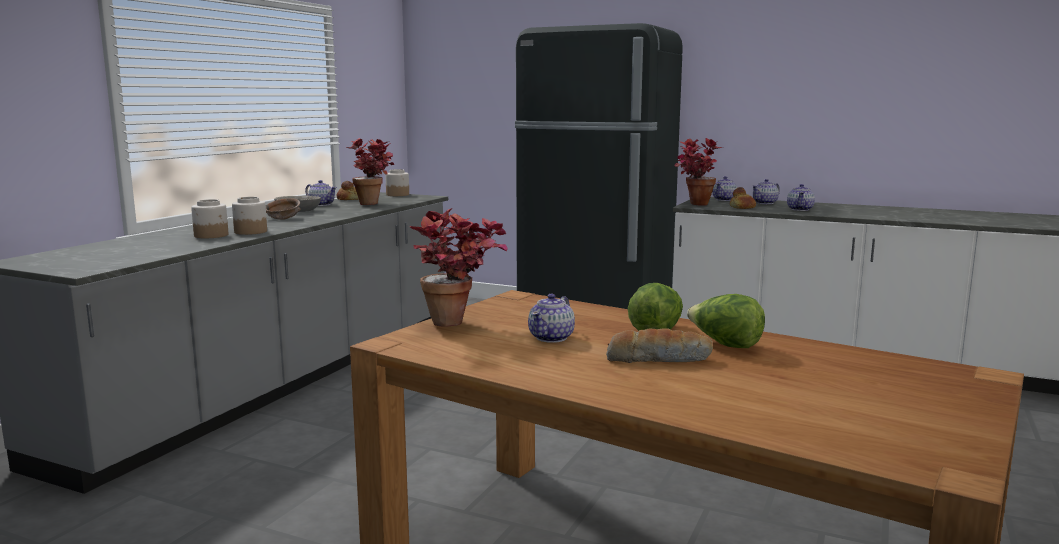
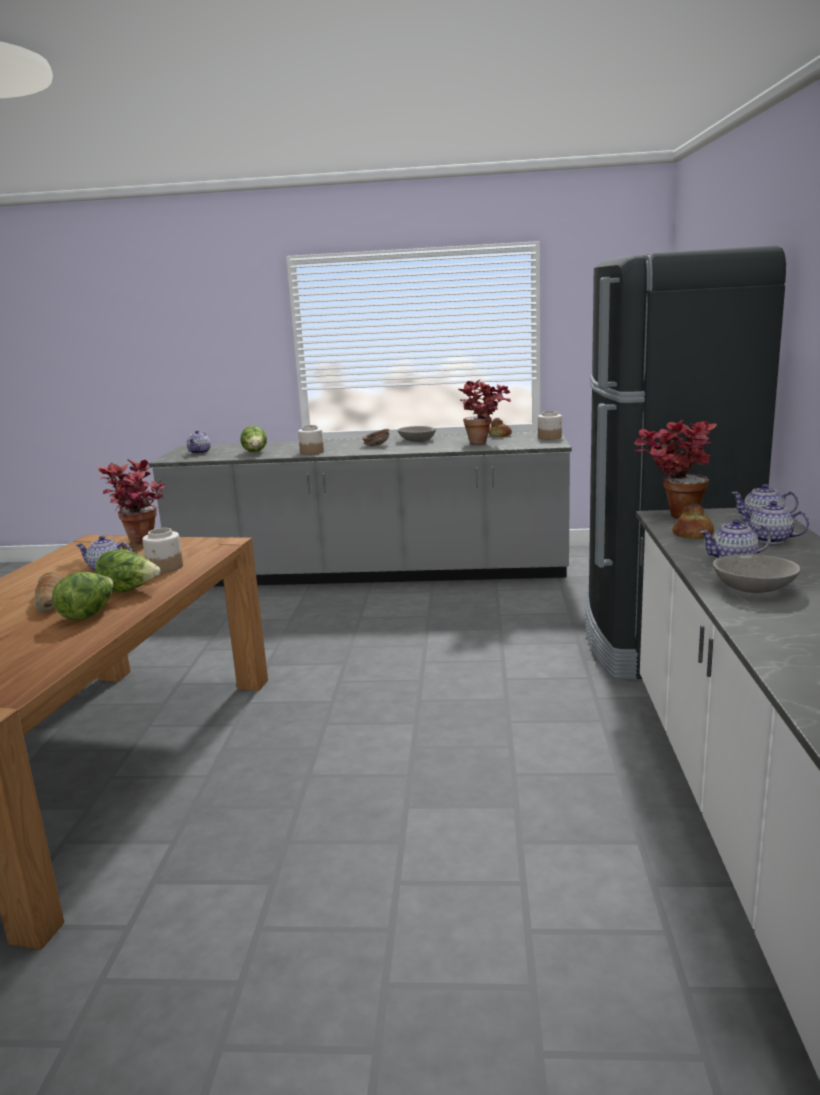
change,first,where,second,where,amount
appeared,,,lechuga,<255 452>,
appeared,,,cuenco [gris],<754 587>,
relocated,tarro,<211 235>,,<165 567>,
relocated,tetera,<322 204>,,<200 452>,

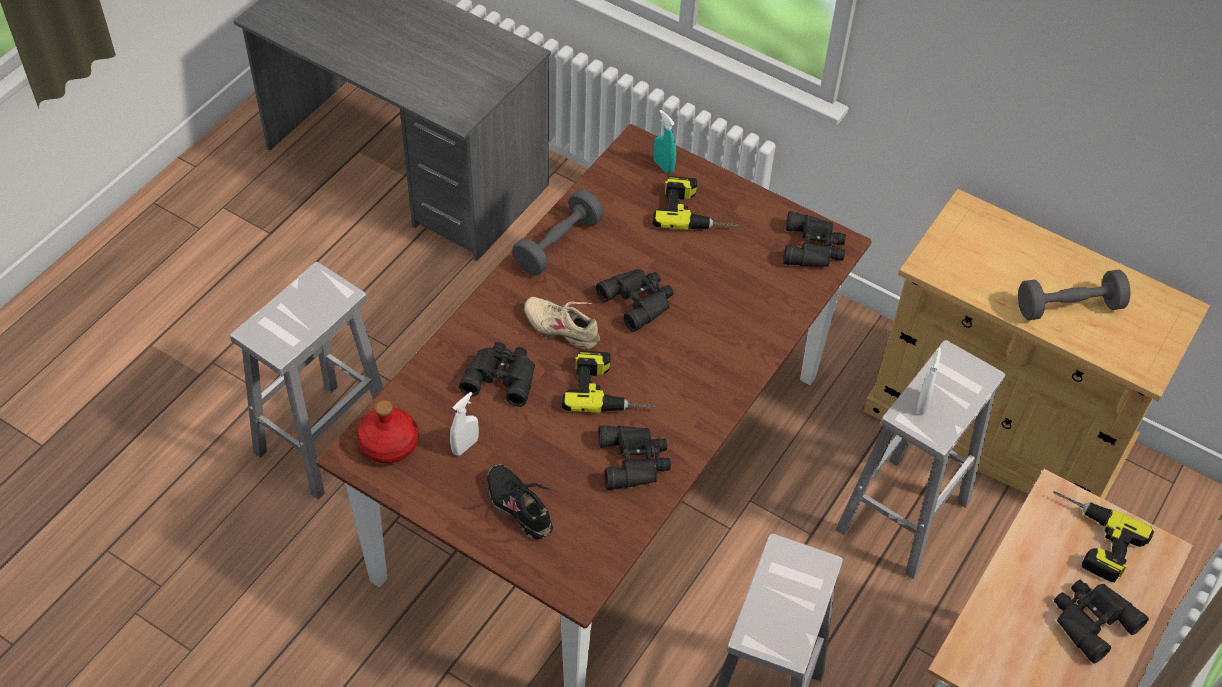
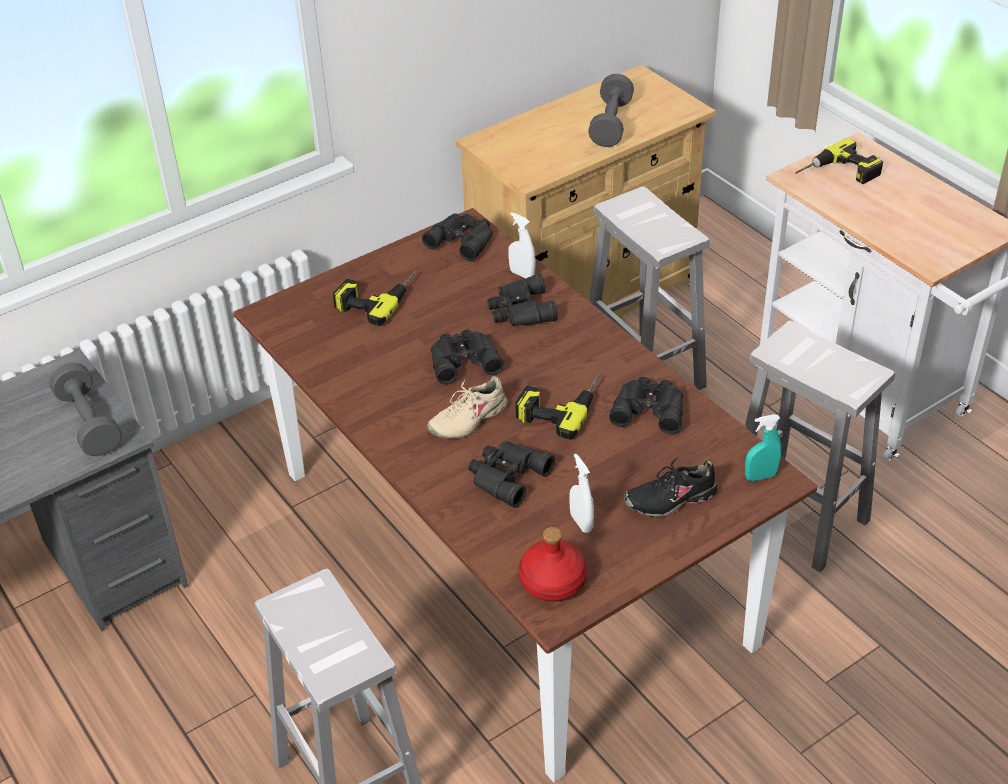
change,first,where,second,where,amount
relocated,mancuerna [gris],<558 244>,,<89 423>,
relocated,pulverizador [turquesa],<663 166>,,<760 476>,
relocated,pulverizador [blanco],<922 403>,,<522 274>,
relocated,prismáticos [negro],<1090 620>,,<520 310>,

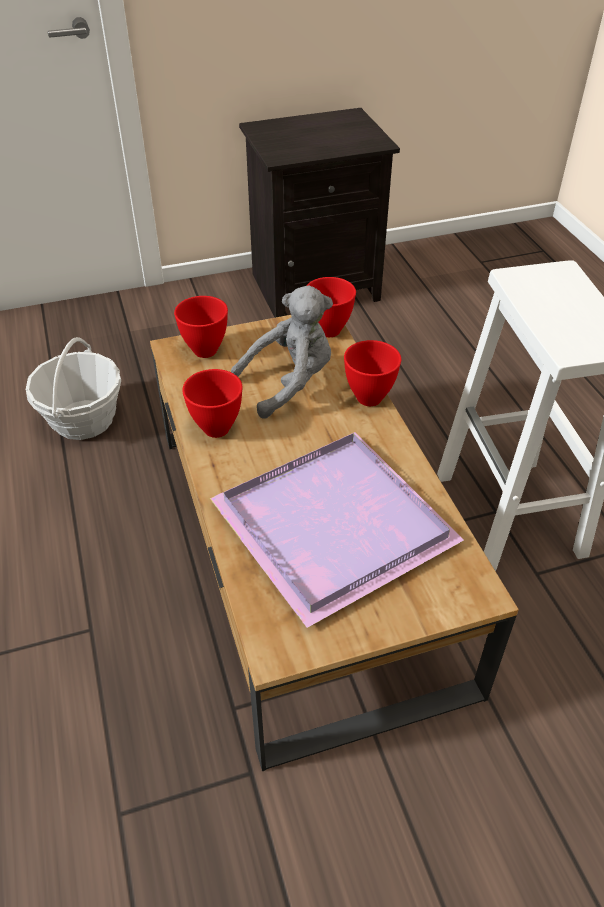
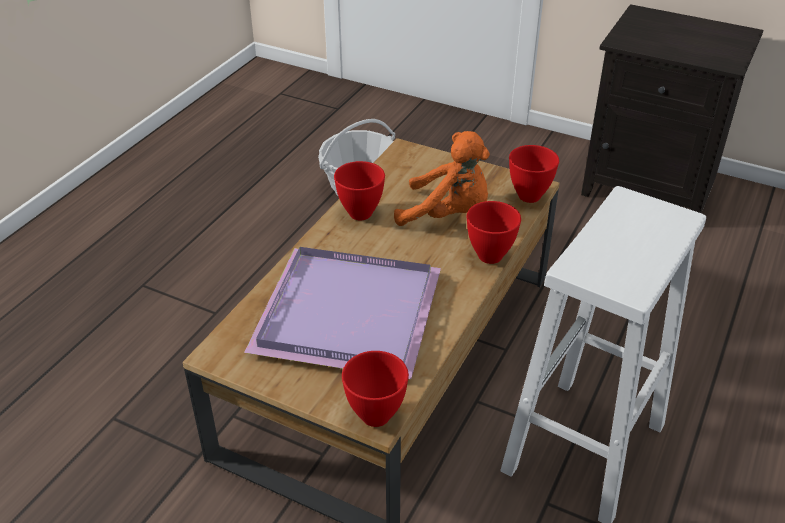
change,first,where,second,where,amount
relocated,cuenco [rojo],<206 350>,,<377 416>,
colour,peluche [gris],<289 383>,peluche [naranja],<448 214>,

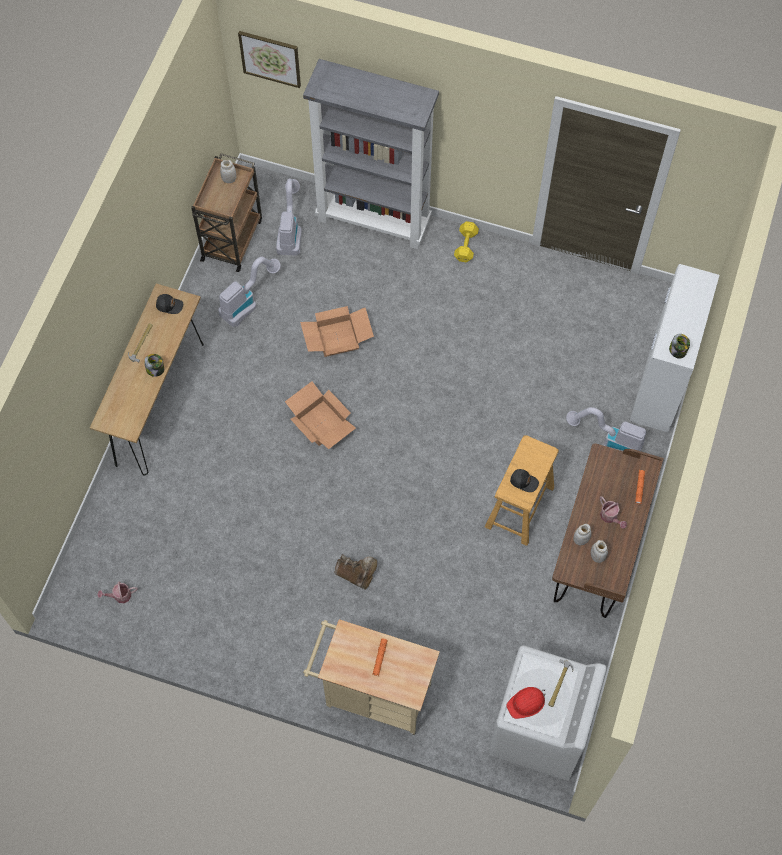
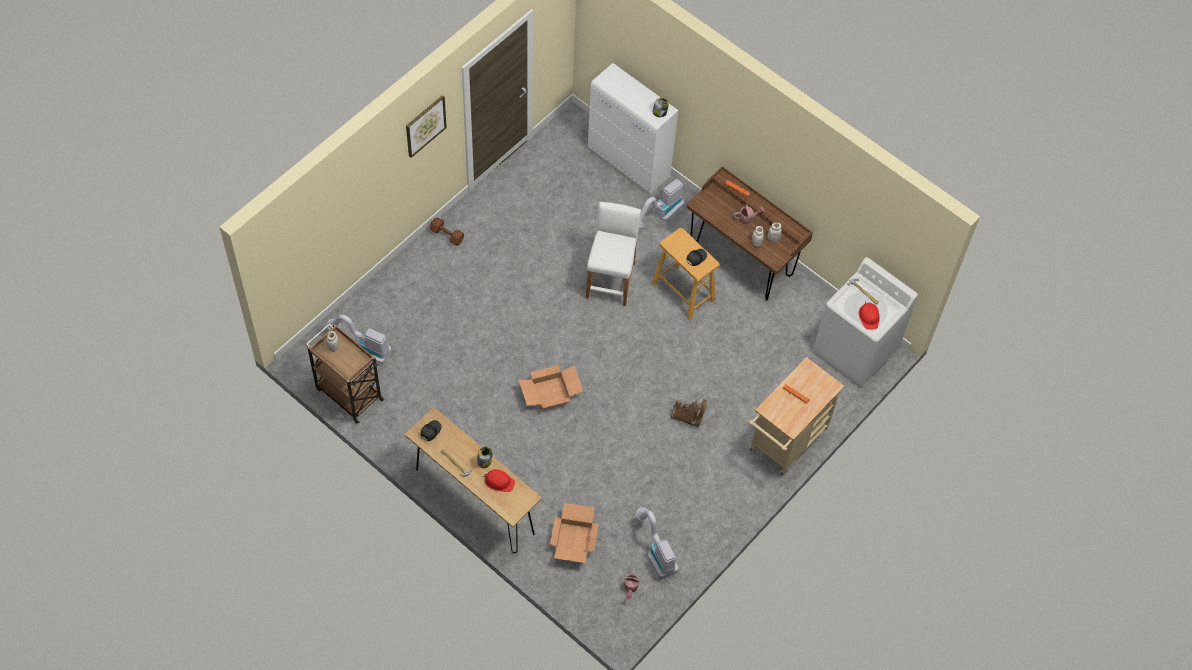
change,first,where,second,where,amount
missing,estantería [gris],<374 220>,,,
appeared,,,casco [rojo],<499 481>,
appeared,,,taburete [blanco],<611 280>,
relocated,aspiradora,<247 302>,,<656 553>,
relocated,cuadro,<270 58>,,<425 125>,
relocated,caja de cartón,<337 339>,,<574 540>,
colour,mancuerna [amarillo],<466 245>,mancuerna [marrón],<446 234>,
spun,bota [marrón],<356 575>,,<688 418>,60 degrees clockwise

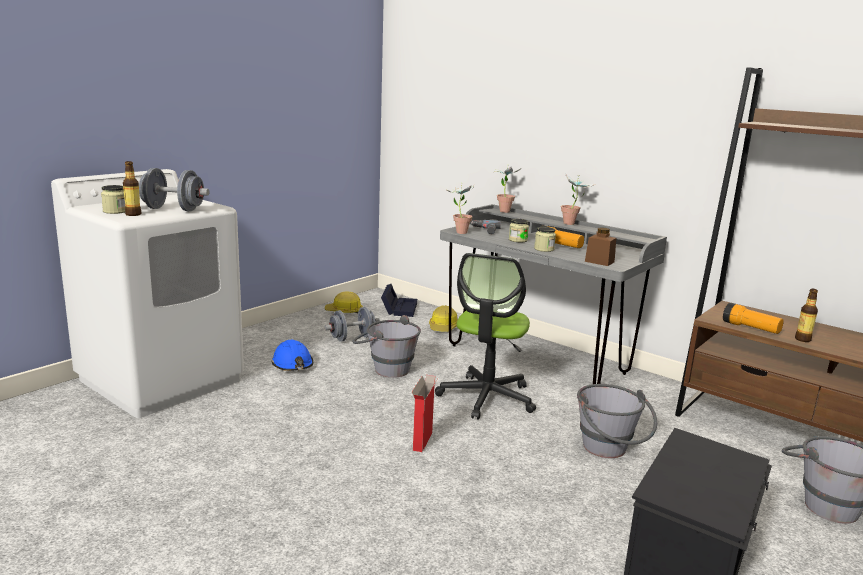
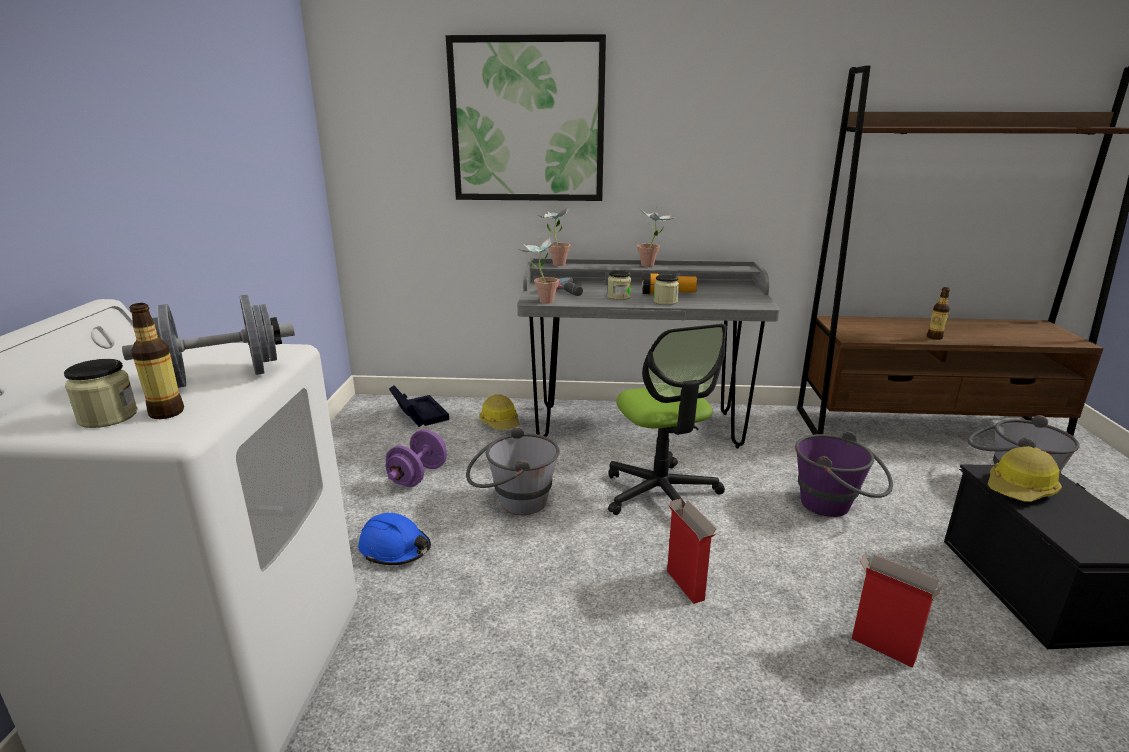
change,first,where,second,where,amount
missing,tarro [marrón],<599 261>,,,
missing,linterna,<750 328>,,,
appeared,,,cuadro,<527 121>,
appeared,,,caja de cartón,<881 648>,
relocated,casco,<344 311>,,<1020 489>,
colour,mancuerna [gris],<352 338>,mancuerna [morado],<418 476>,
colour,cubo [gris],<609 452>,cubo [morado],<835 507>,

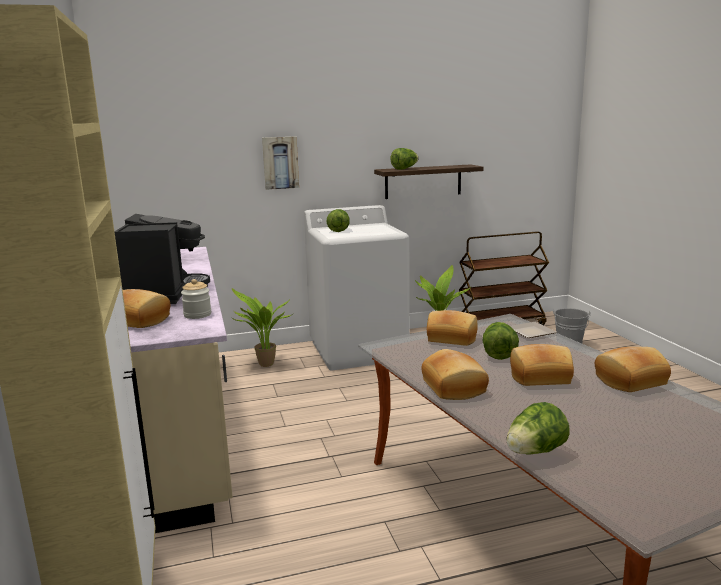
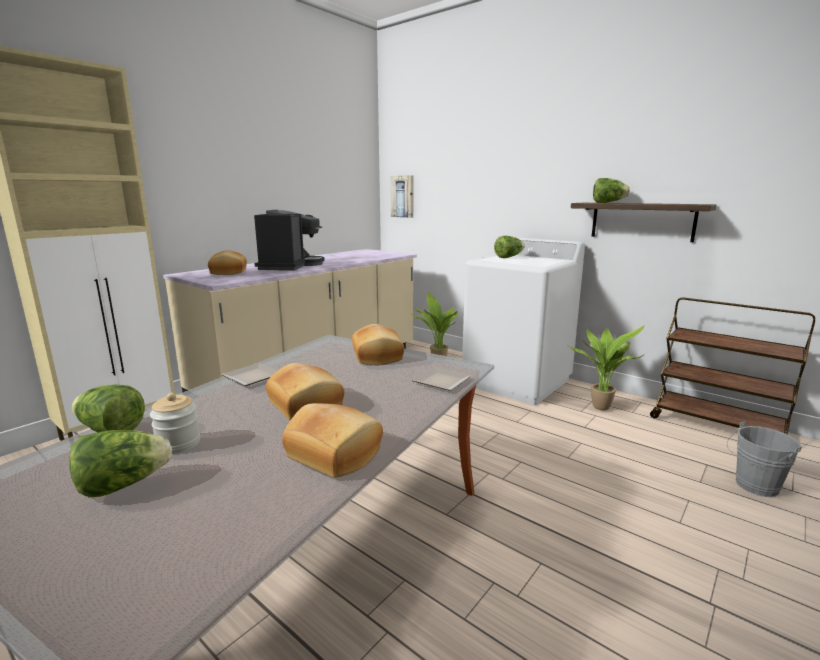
change,first,where,second,where,amount
relocated,tarro,<197 315>,,<178 444>,
relocated,cuadro,<280 162>,,<403 196>,
relocated,lechuga,<498 354>,,<123 485>,
exchanged,pan,<455 387>,plato,<252 378>,
spun,cafetera,<163 293>,,<289 266>,45 degrees counterclockwise

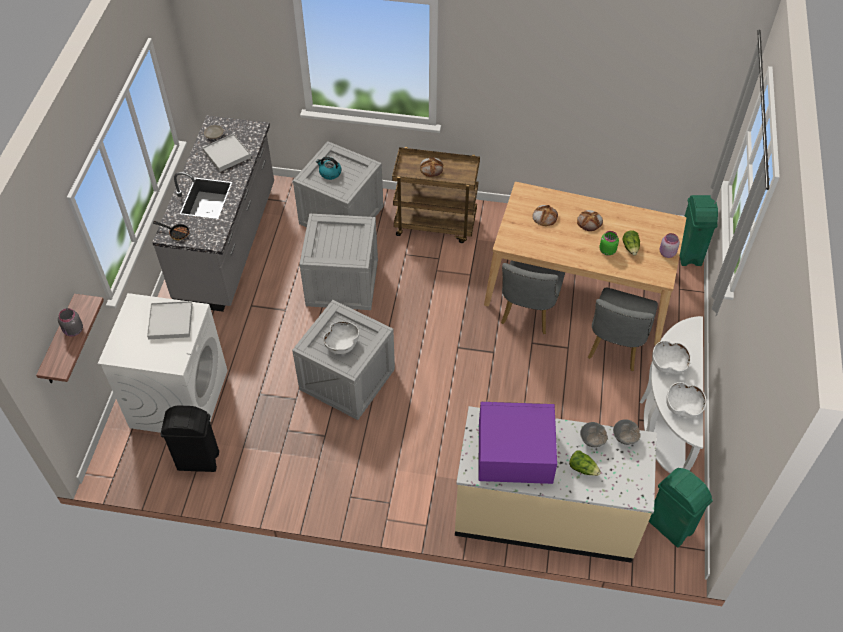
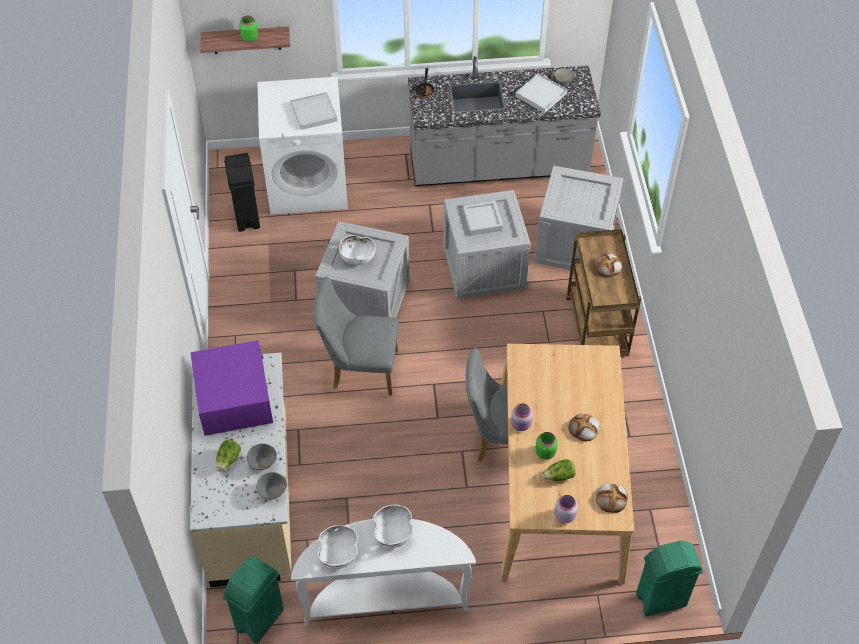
change,first,where,second,where,amount
missing,hervidor,<329 173>,,,
appeared,,,bandeja [gris],<482 220>,
appeared,,,tarro [rosa],<521 425>,
relocated,pan,<544 216>,,<611 499>,
relocated,silla [gris],<615 348>,,<359 370>,
colour,tarro [gris],<73 331>,tarro [verde],<249 38>,

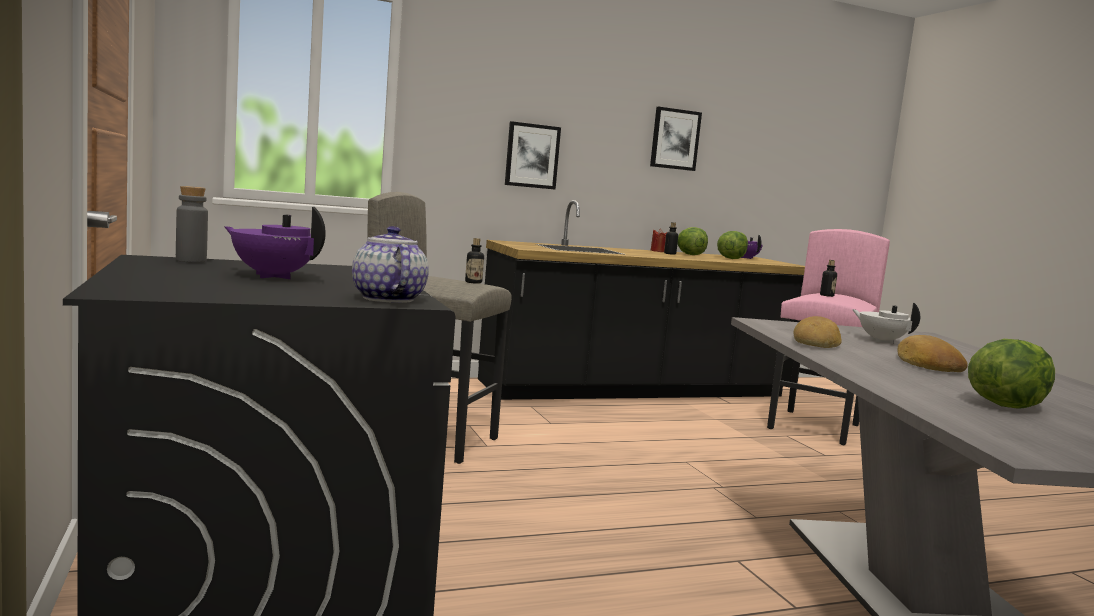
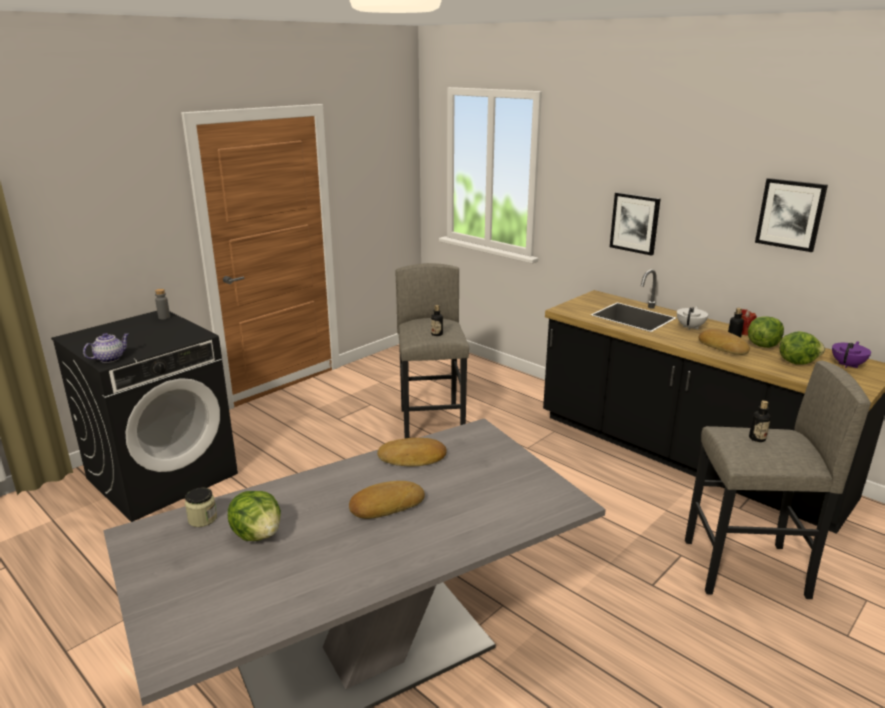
change,first,where,second,where,amount
missing,tetera [morado],<273 276>,,,
appeared,,,tarro,<202 519>,
appeared,,,pan,<723 347>,
relocated,tetera [blanco],<881 341>,,<690 327>,
colour,taburete [rosa],<815 427>,taburete [gris],<745 569>,

